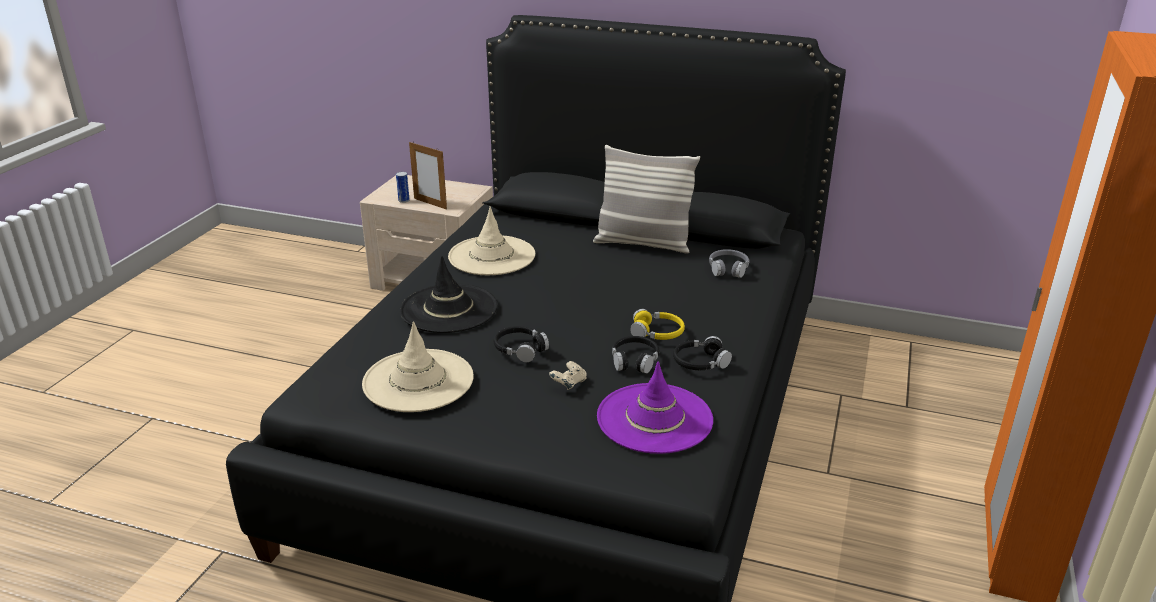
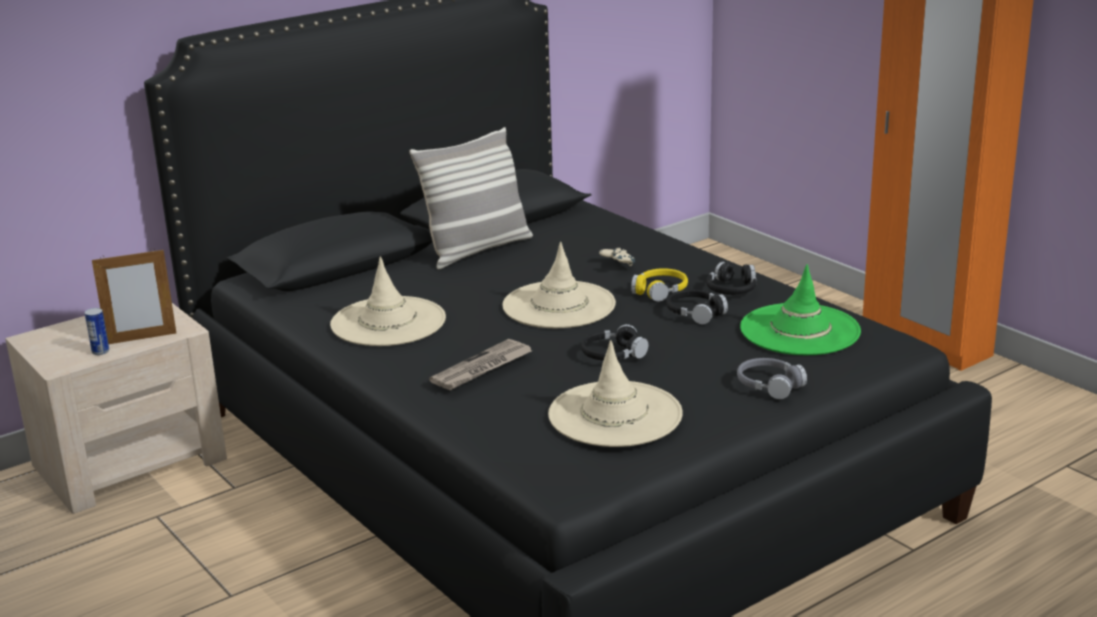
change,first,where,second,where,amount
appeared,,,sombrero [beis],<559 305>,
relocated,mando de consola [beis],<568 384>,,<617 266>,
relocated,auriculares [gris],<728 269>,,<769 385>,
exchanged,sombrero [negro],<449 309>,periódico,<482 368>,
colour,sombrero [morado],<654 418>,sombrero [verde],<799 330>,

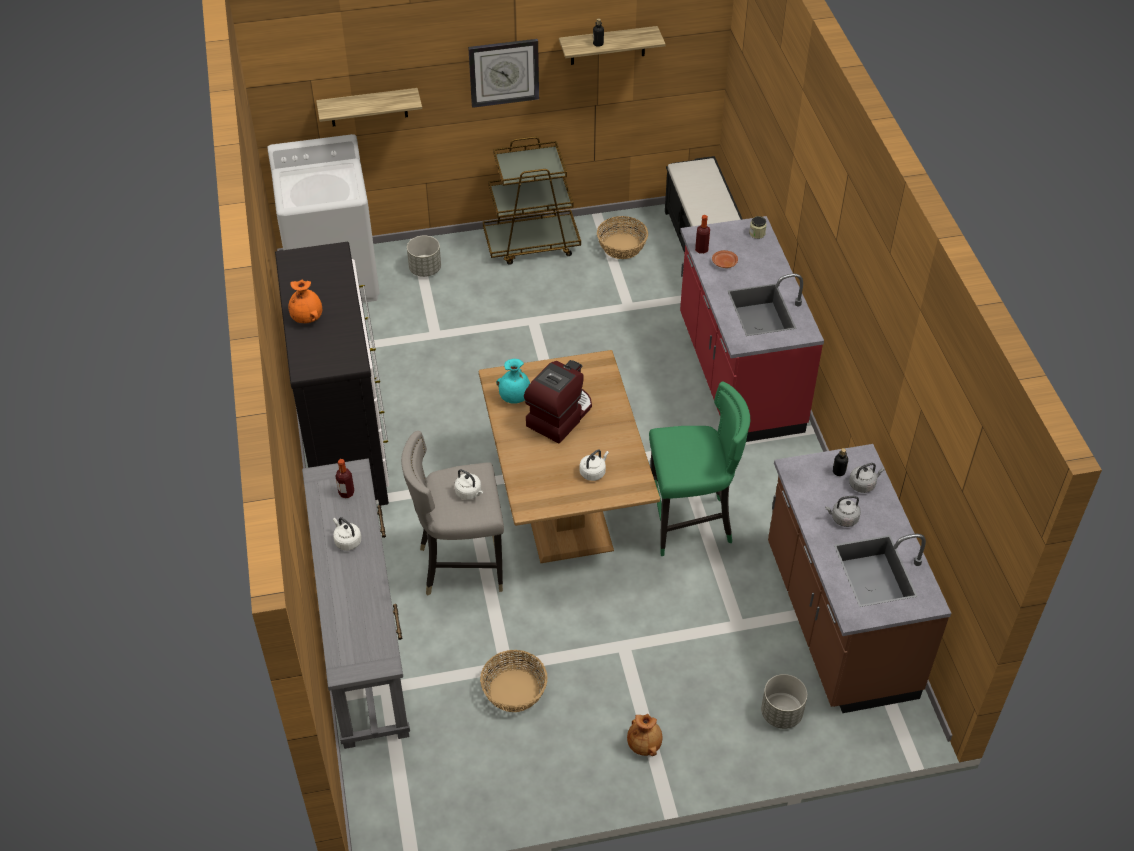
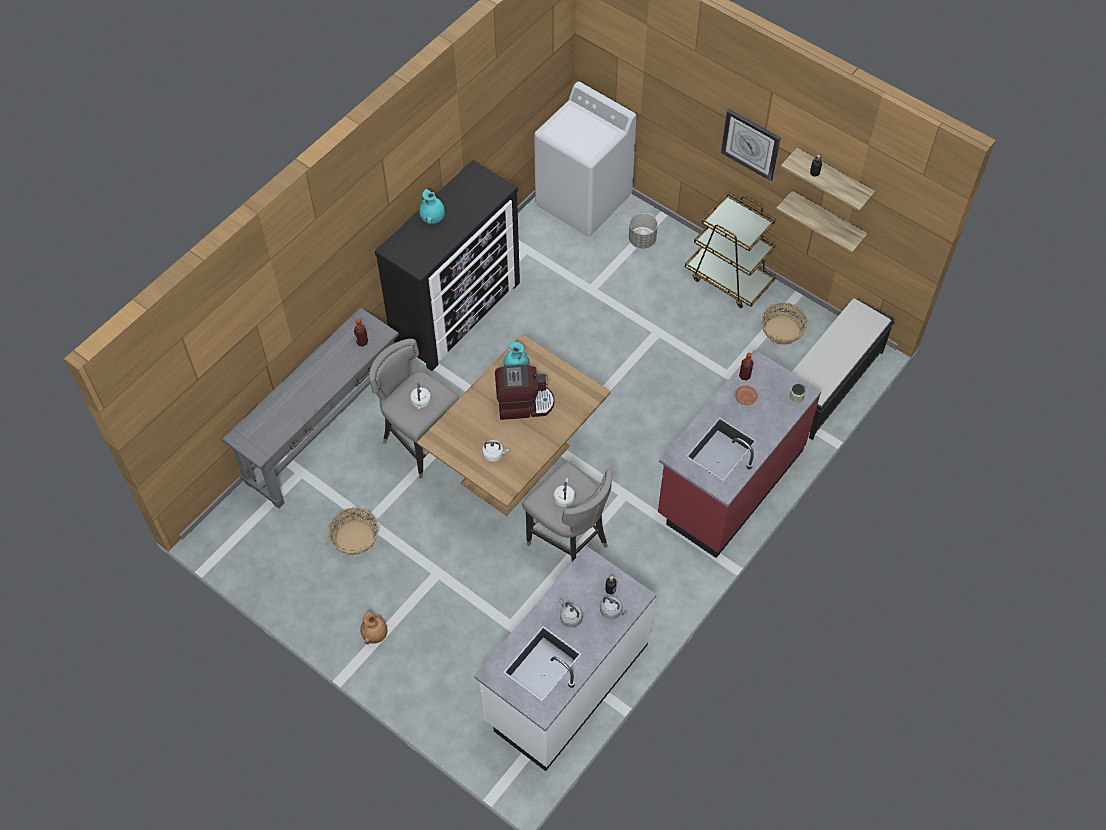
change,first,where,second,where,amount
missing,maceta [gris],<781 714>,,,
relocated,estante,<368 107>,,<827 221>,
relocated,hervidor [blanco],<347 541>,,<564 498>,
colour,florero [naranja],<307 317>,florero [turquesa],<433 218>,
colour,taburete [verde],<690 524>,taburete [gris],<569 543>,
colour,mueble bajo de cocina [marrón],<837 622>,mueble bajo de cocina [blanco],<565 682>,

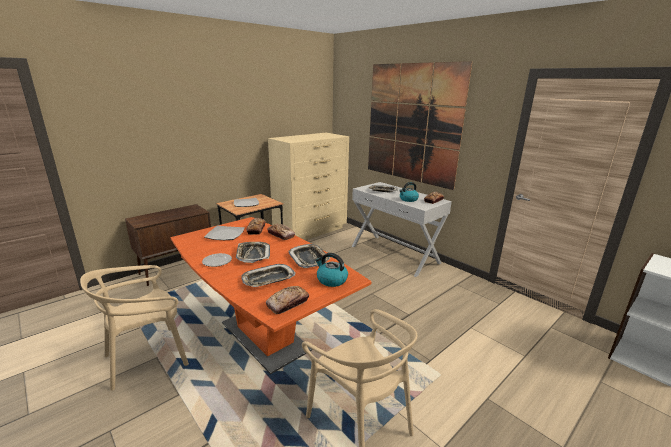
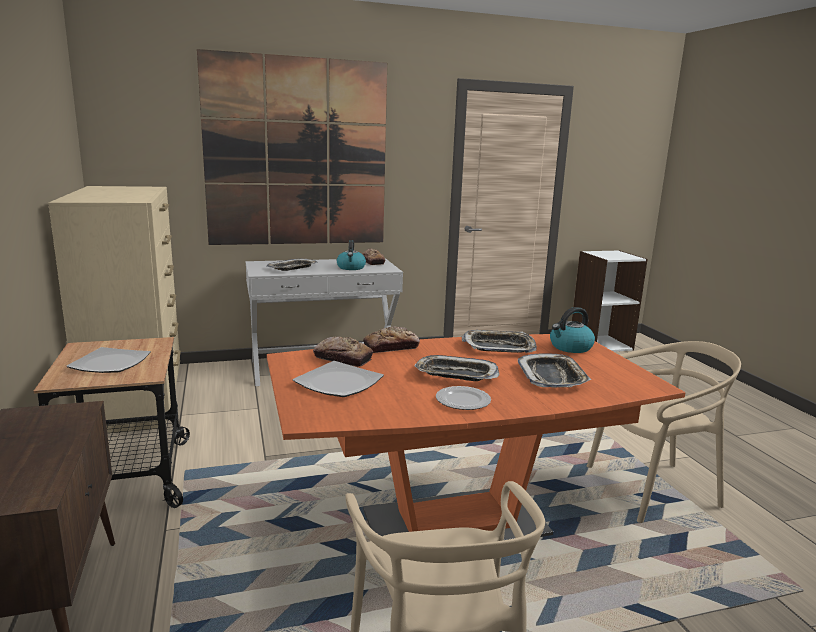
change,first,where,second,where,amount
missing,pan,<288 303>,,,

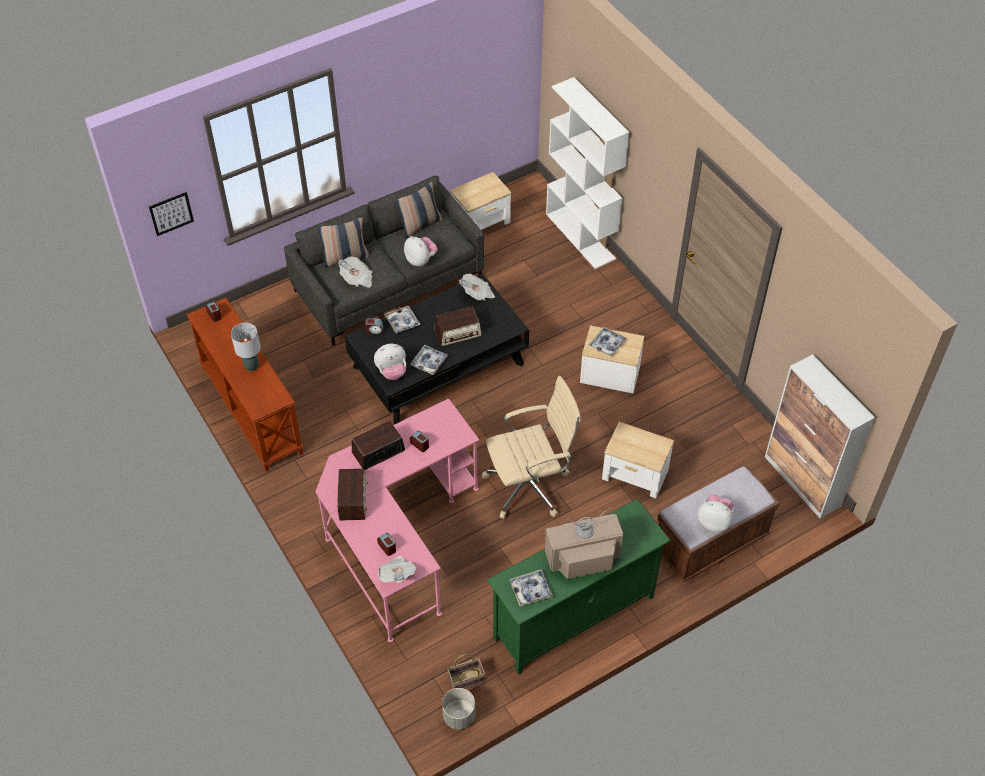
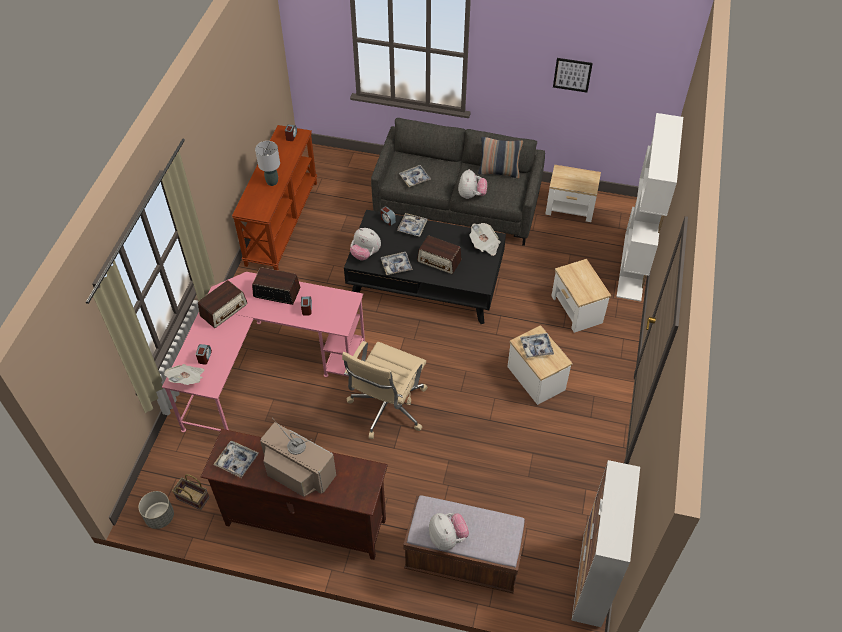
change,first,where,second,where,amount
missing,cojín,<345 257>,,,
relocated,cuadro,<171 213>,,<572 74>,
relocated,mesa auxiliar,<634 475>,,<576 310>,
exchanged,periódico,<357 279>,bandeja,<414 178>,
colour,mueble de televisión [verde],<574 618>,mueble de televisión [marrón],<305 522>,
spun,silla de oficina [beis],<530 485>,,<387 408>,90 degrees clockwise

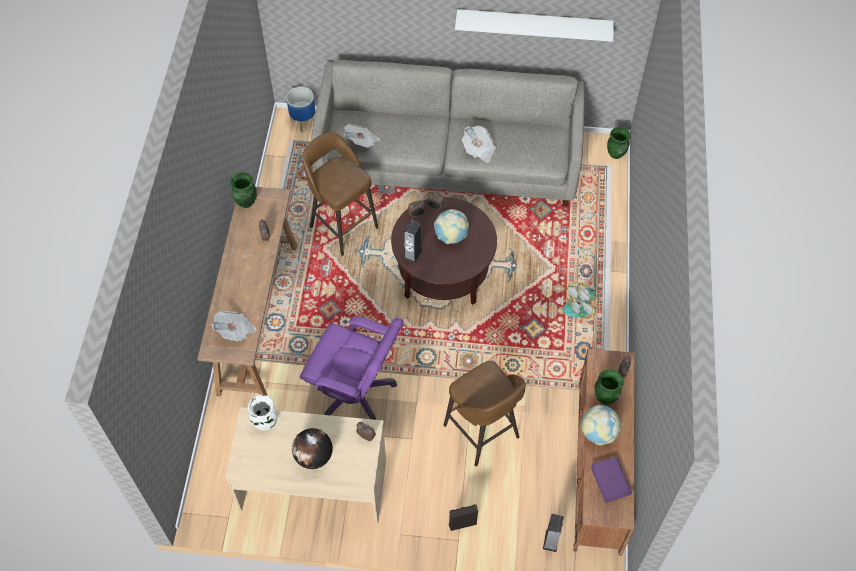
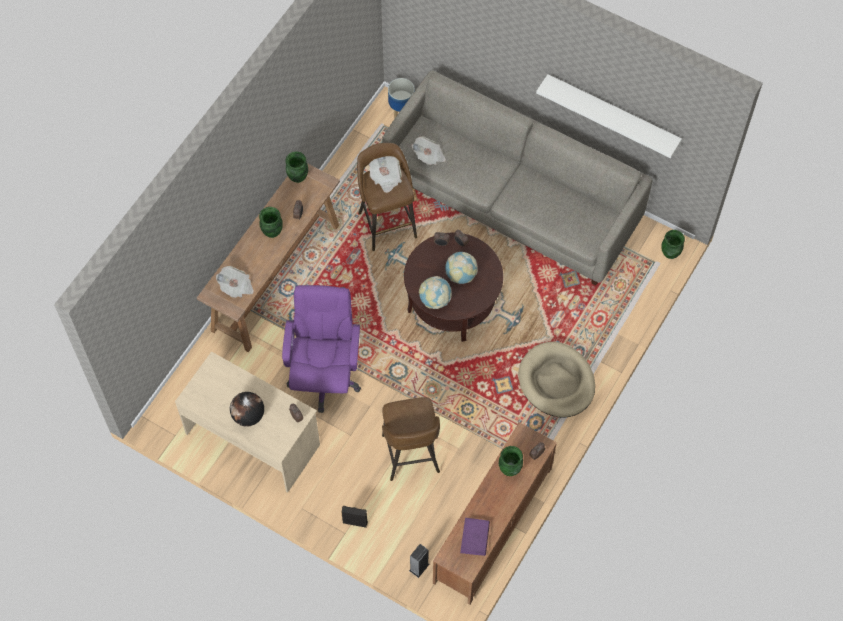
change,first,where,second,where,amount
missing,florero [blanco],<265 423>,,,
missing,altavoz,<413 254>,,,
appeared,,,florero [verde],<272 232>,
relocated,periódico,<478 150>,,<385 177>,
relocated,globo terráqueo,<598 432>,,<435 300>,
exchanged,ventilador,<581 305>,cama para perro [beis],<556 382>,
spun,silla de oficina [morado],<355 392>,,<324 376>,135 degrees counterclockwise

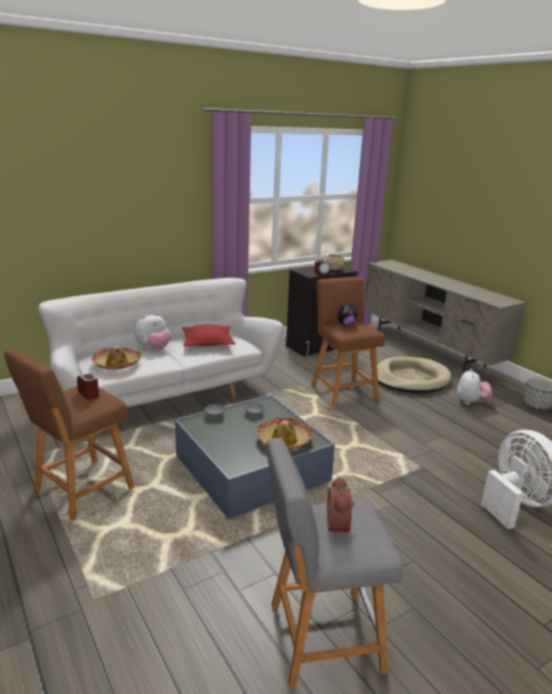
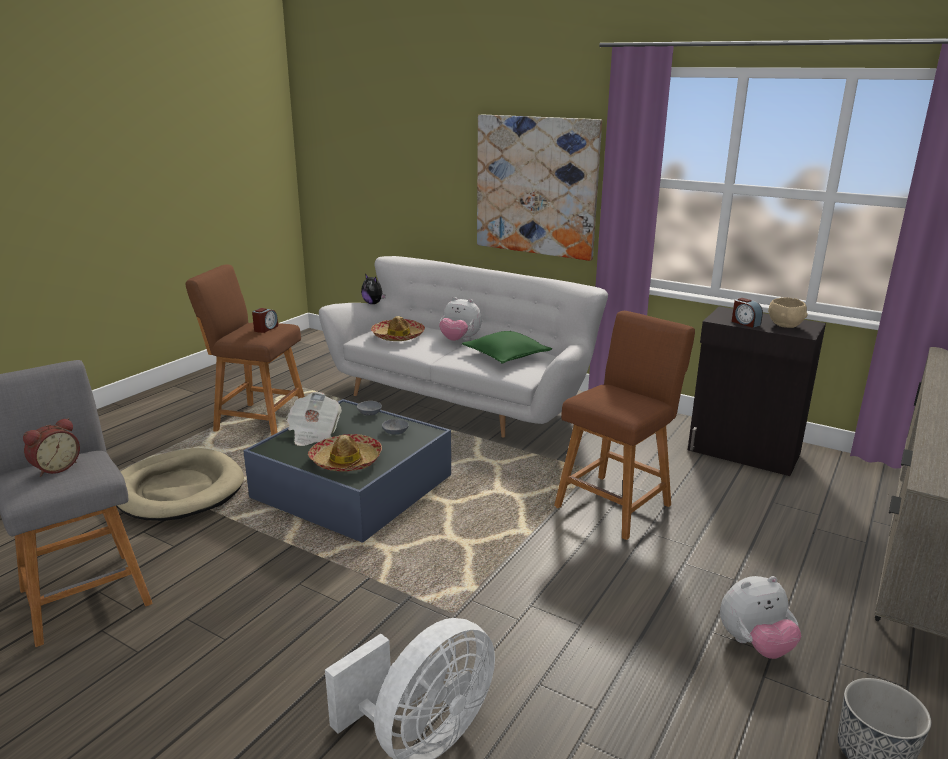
change,first,where,second,where,amount
appeared,,,periódico,<313 433>,
appeared,,,cuadro,<536 186>,
relocated,peluche,<345 324>,,<373 303>,
relocated,cama para perro [beis],<410 379>,,<178 490>,
colour,cojín [rojo],<208 342>,cojín [verde],<506 356>,
spun,despertador,<340 526>,,<55 468>,150 degrees clockwise

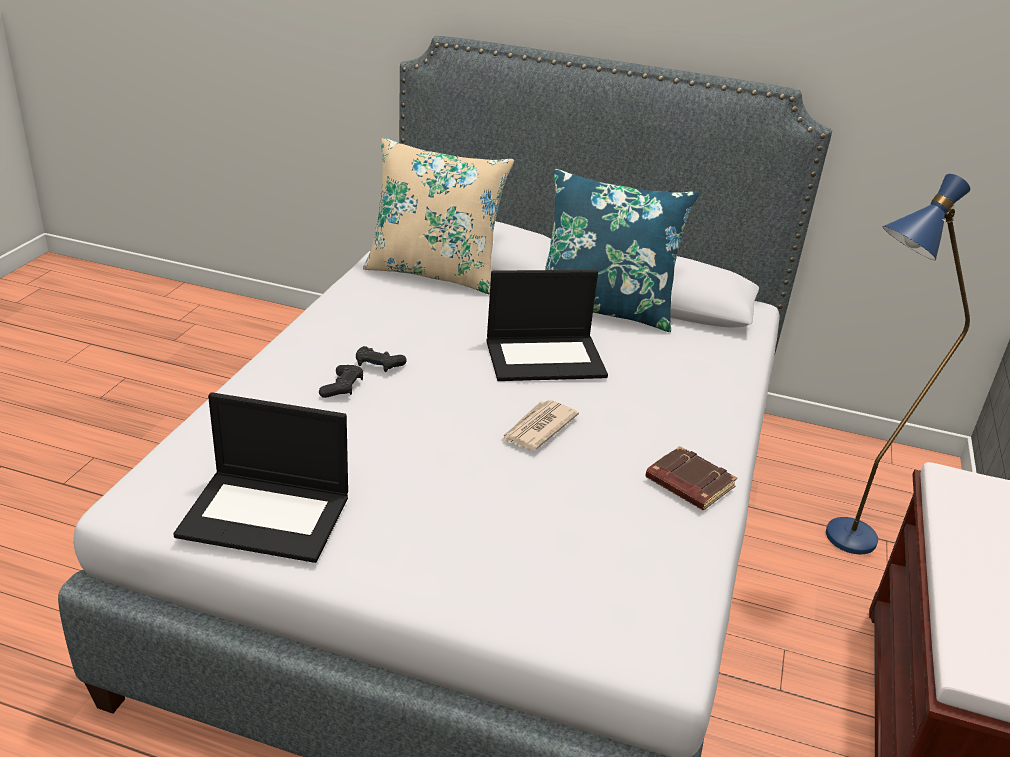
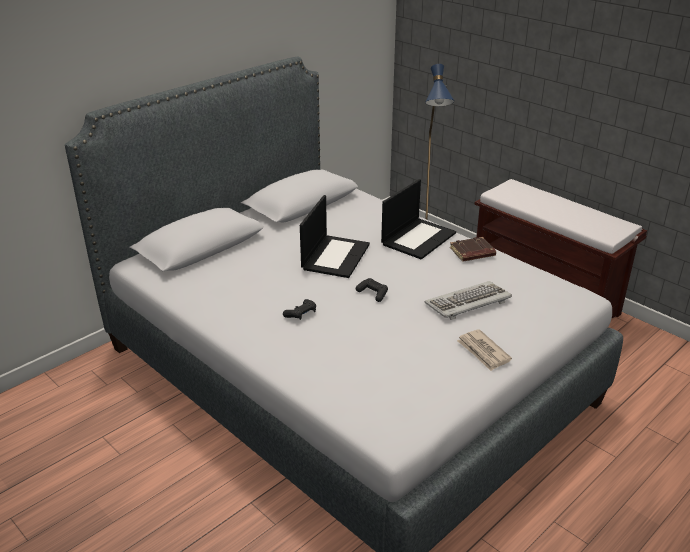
change,first,where,second,where,amount
missing,cojín [beis],<434 272>,,,
missing,cojín [azul],<604 308>,,,
appeared,,,teclado,<468 303>,
relocated,portátil,<267 515>,,<418 238>,
relocated,mando de consola [negro],<342 388>,,<373 293>,
relocated,periódico,<538 428>,,<483 352>,

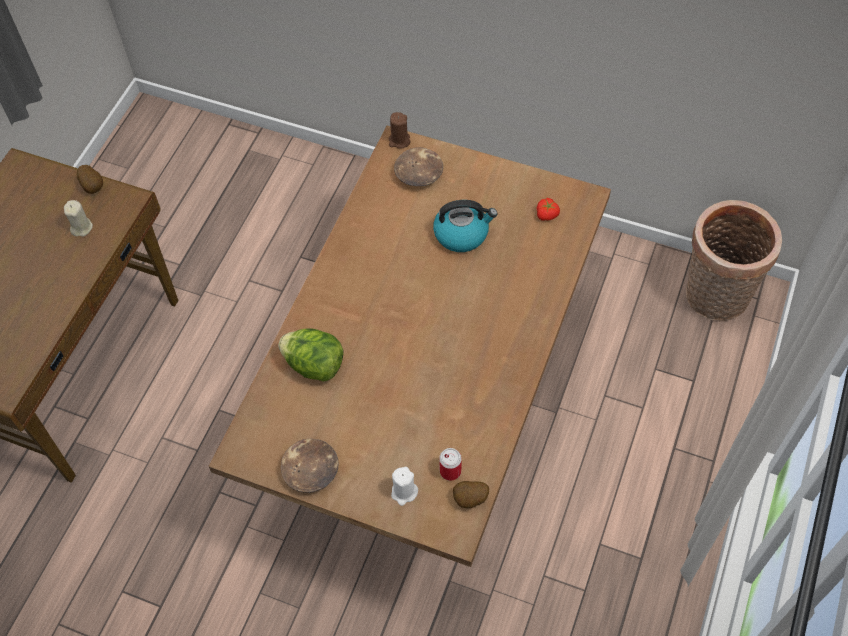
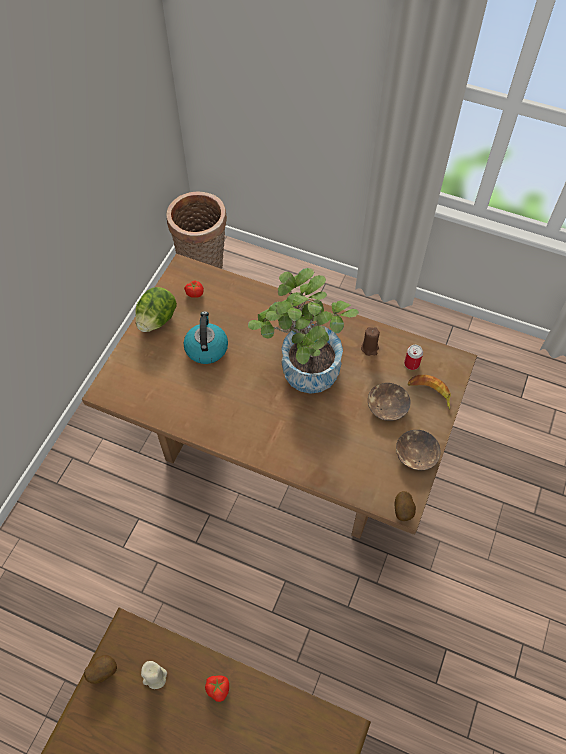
change,first,where,second,where,amount
appeared,,,tomate,<218 688>,
appeared,,,planta en maceta,<303 373>,
relocated,lechuga,<314 365>,,<157 320>,
relocated,vela [marrón],<399 141>,,<370 348>,
relocated,cuenco [marrón],<419 174>,,<387 405>,
relocated,patata,<470 500>,,<403 511>,
exchanged,vela [blanco],<404 492>,plátano,<430 392>,

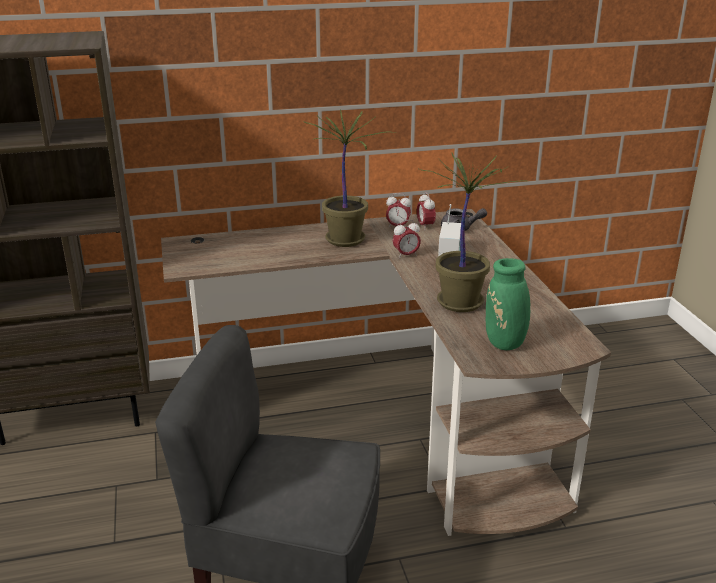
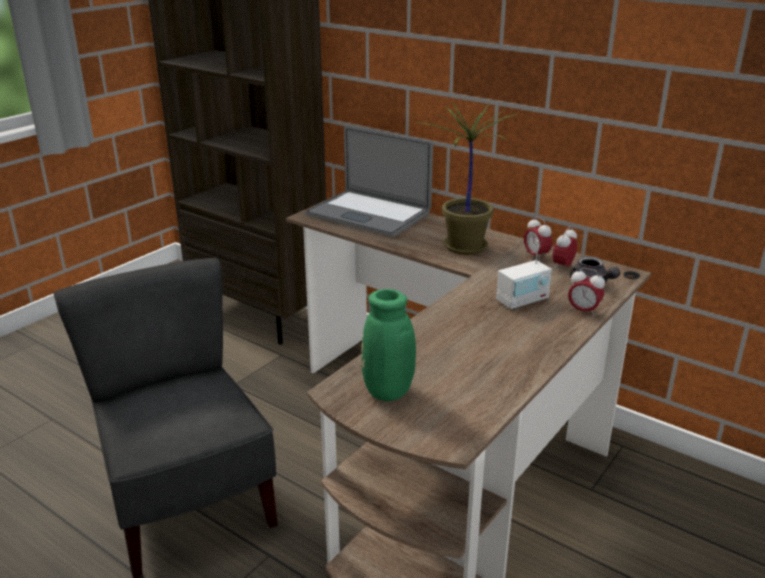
change,first,where,second,where,amount
missing,planta en maceta,<460 301>,,,
appeared,,,portátil,<368 214>,
relocated,despertador,<406 255>,,<583 311>,

